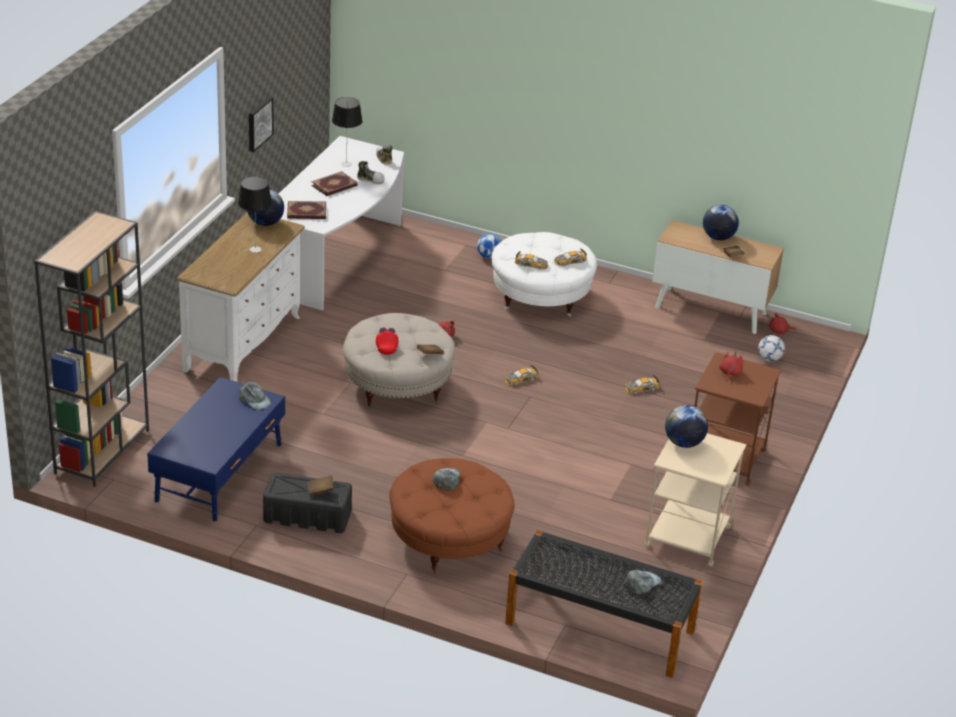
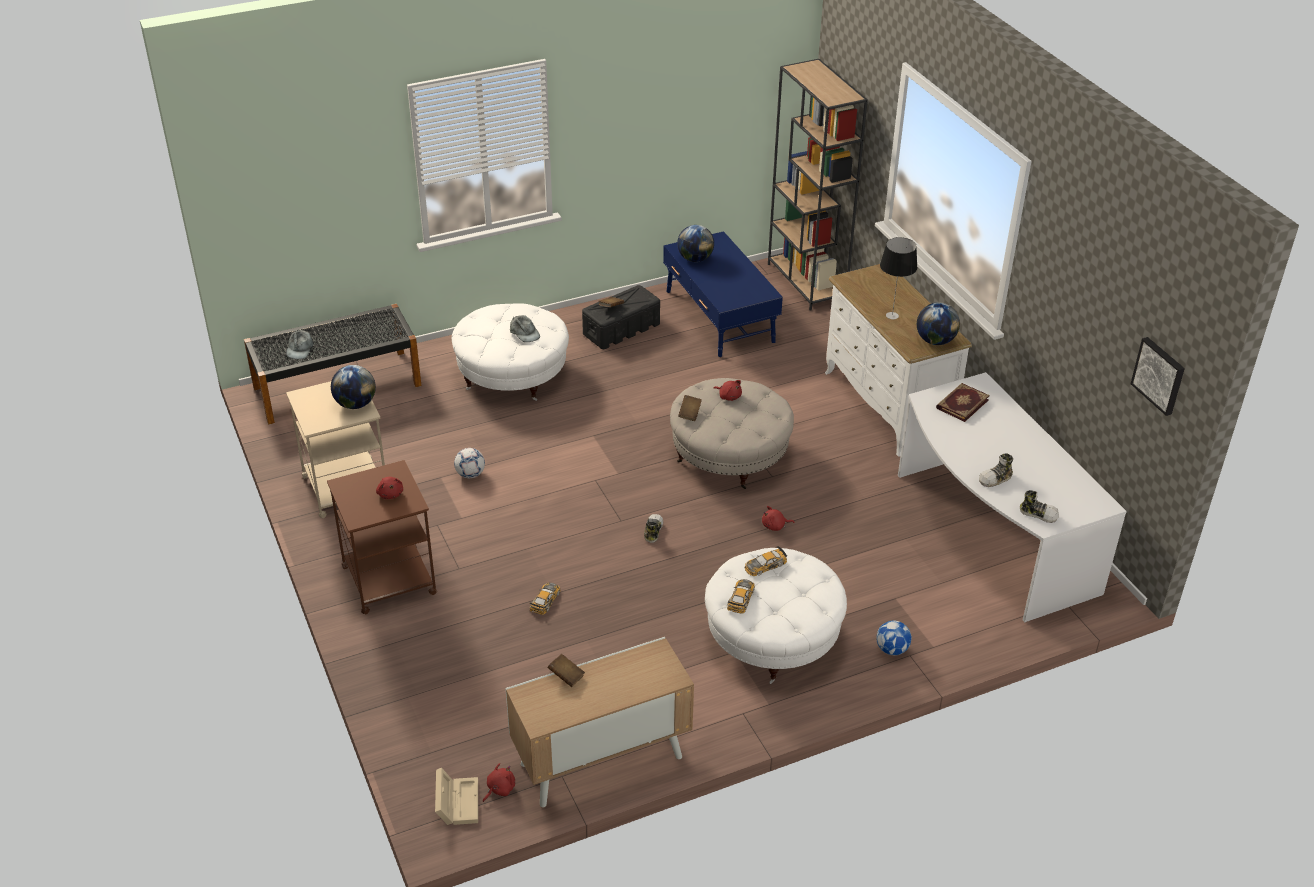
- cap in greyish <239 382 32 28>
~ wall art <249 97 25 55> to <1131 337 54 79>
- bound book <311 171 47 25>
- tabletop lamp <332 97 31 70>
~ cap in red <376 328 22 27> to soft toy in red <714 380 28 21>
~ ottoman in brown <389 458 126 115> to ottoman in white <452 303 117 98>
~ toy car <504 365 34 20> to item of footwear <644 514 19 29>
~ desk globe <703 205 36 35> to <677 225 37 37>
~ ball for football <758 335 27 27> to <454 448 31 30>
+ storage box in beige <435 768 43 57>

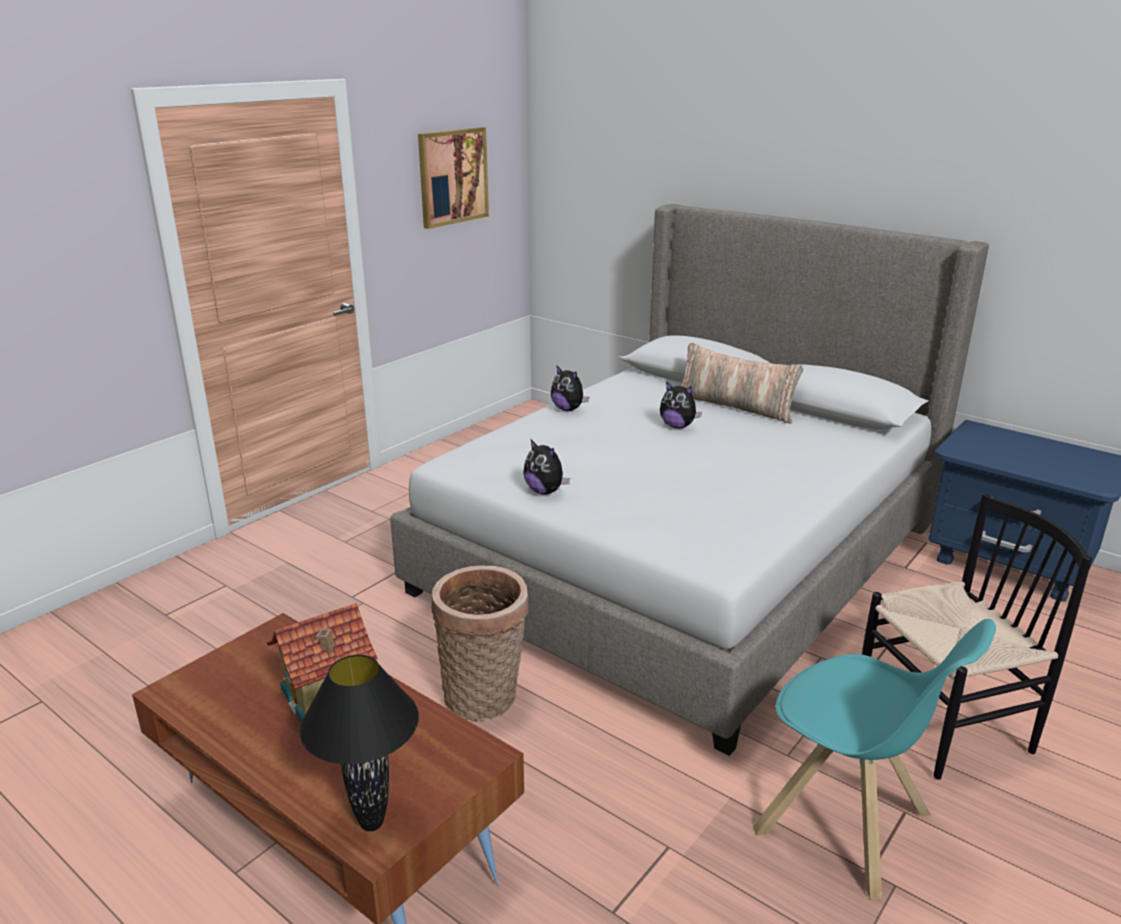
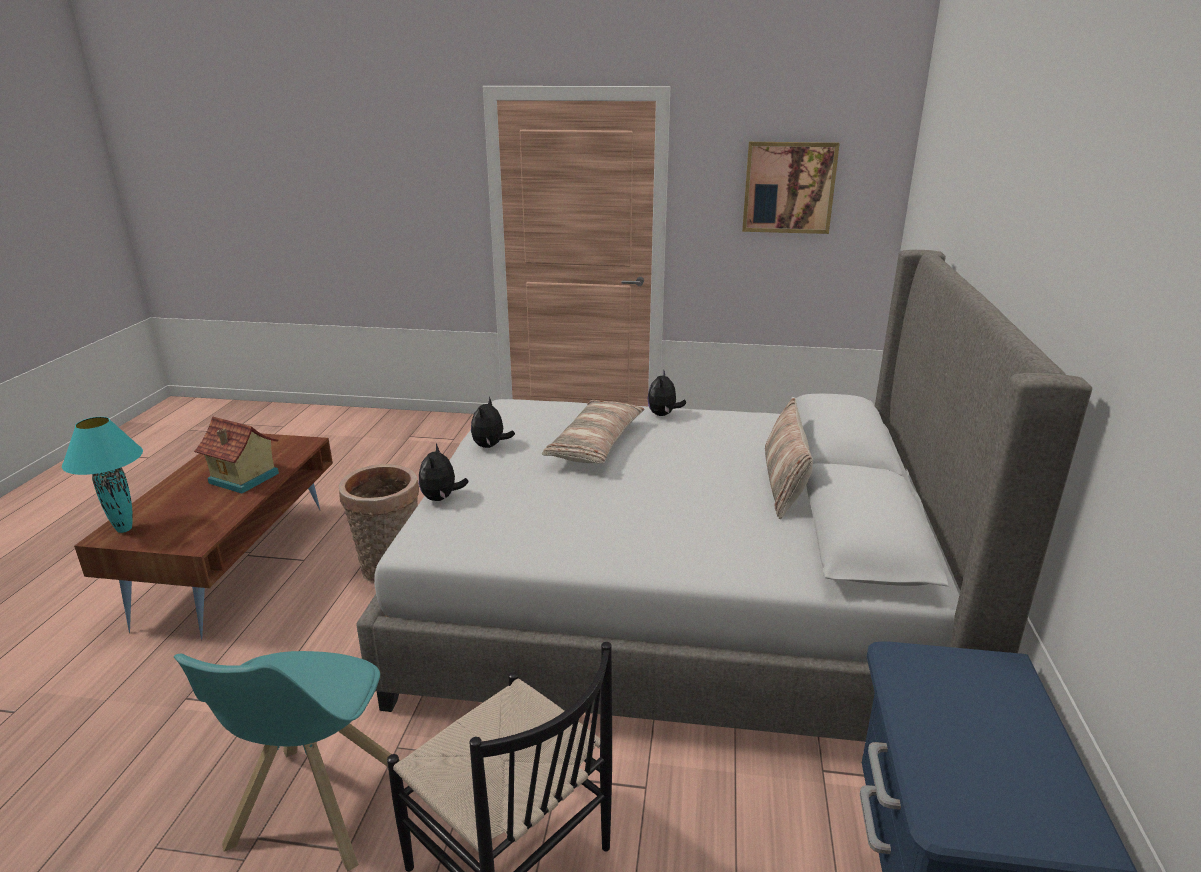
~ tabletop lamp in black <300 655 119 176> to tabletop lamp in turquoise <62 417 81 116>
~ soft toy <660 381 42 48> to <419 444 50 57>
+ pillow <542 400 102 64>

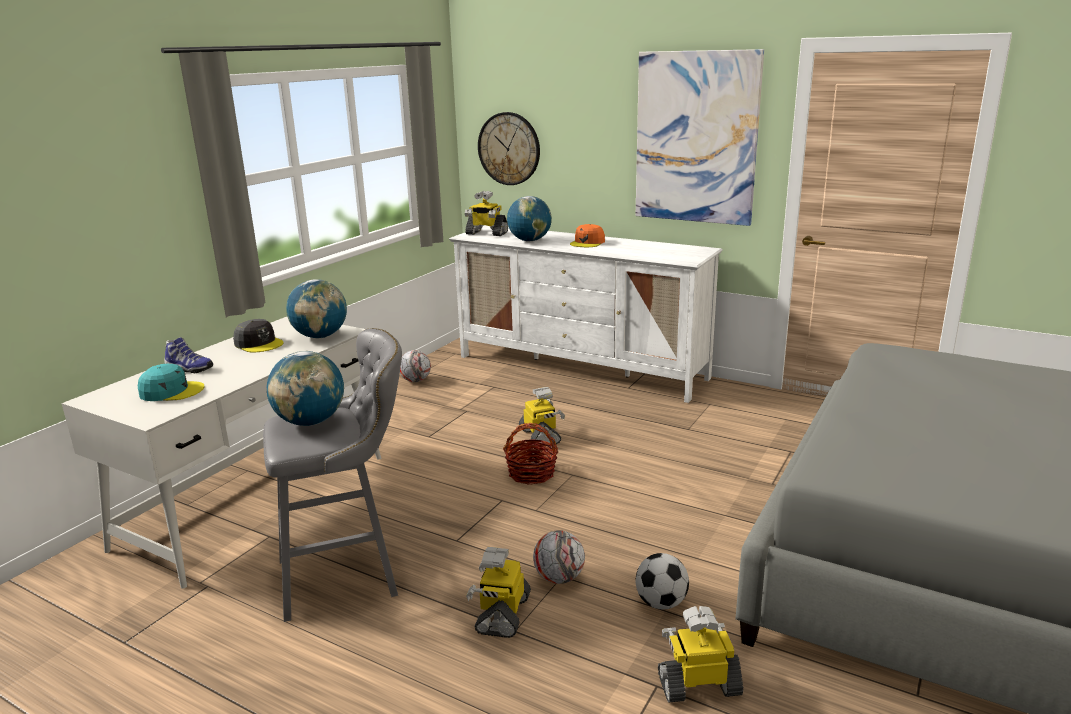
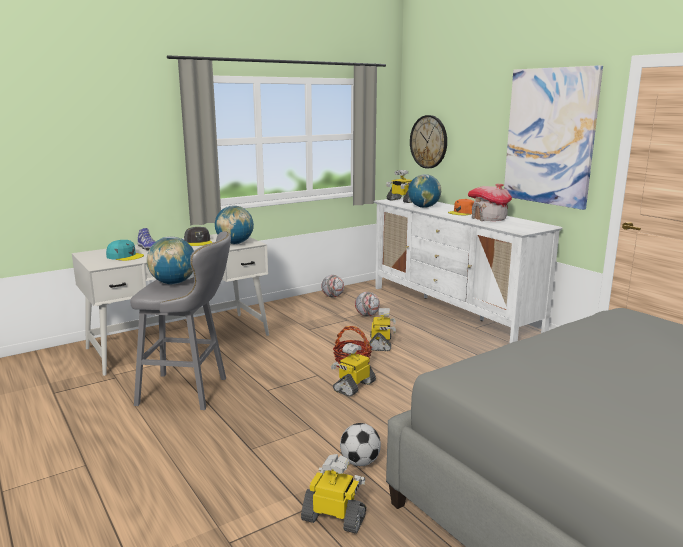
~ model robot <466 547 65 91> to <331 343 45 54>
~ ball for football <533 530 52 54> to <355 292 25 25>
+ miniature house <468 184 44 37>

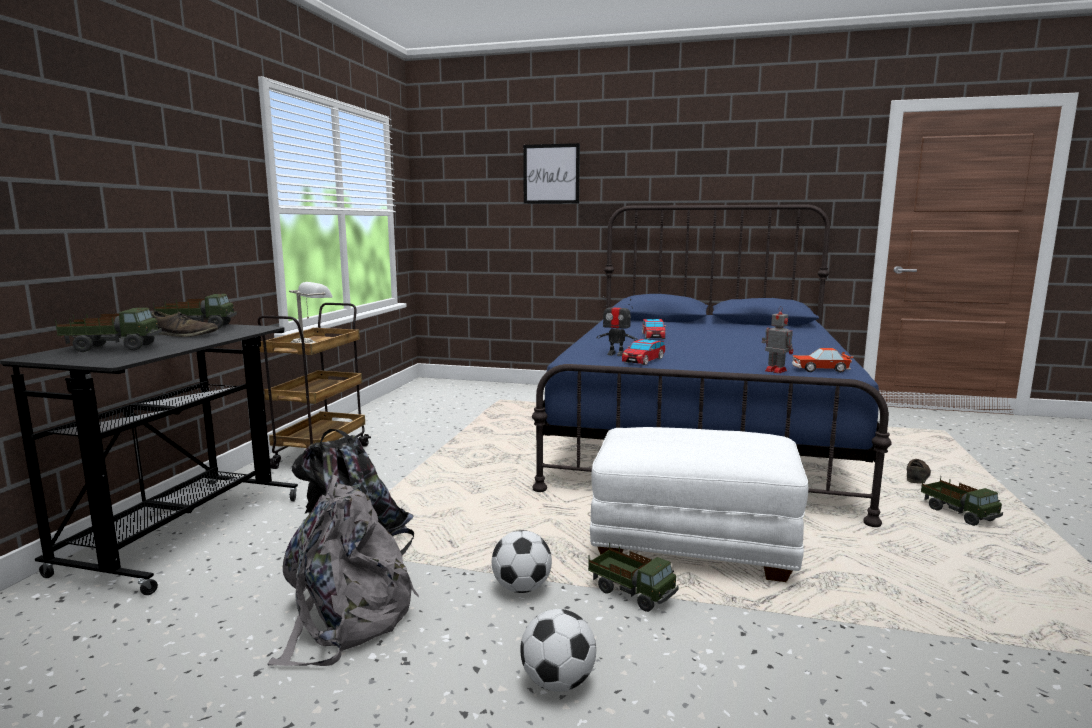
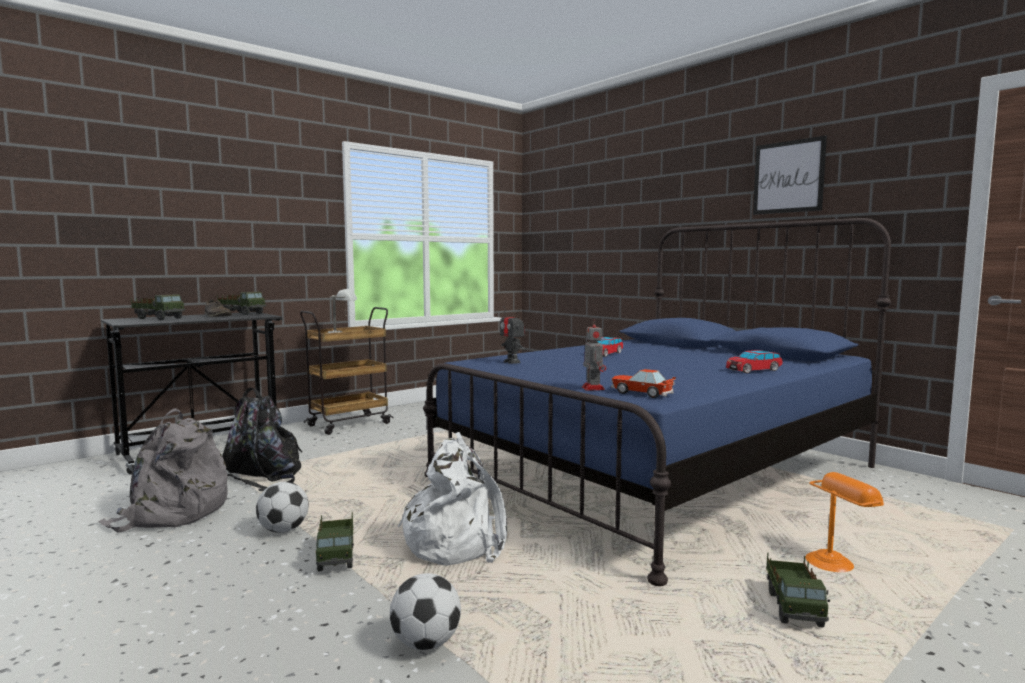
~ ball for football <520 609 76 83> to <390 573 71 77>
~ wall art <523 143 57 61> to <753 136 74 79>
~ ottoman in white <590 427 218 155> to backpack in white <398 432 109 134>
~ toy car <622 339 43 26> to <726 350 57 23>
~ item of footwear in brown <906 459 25 25> to tabletop lamp in orange-coloured <805 472 79 100>

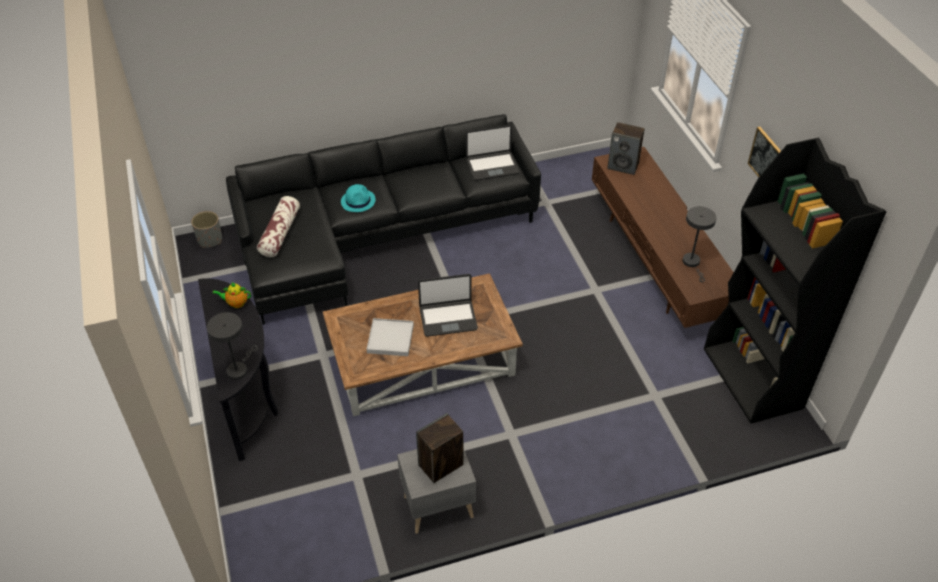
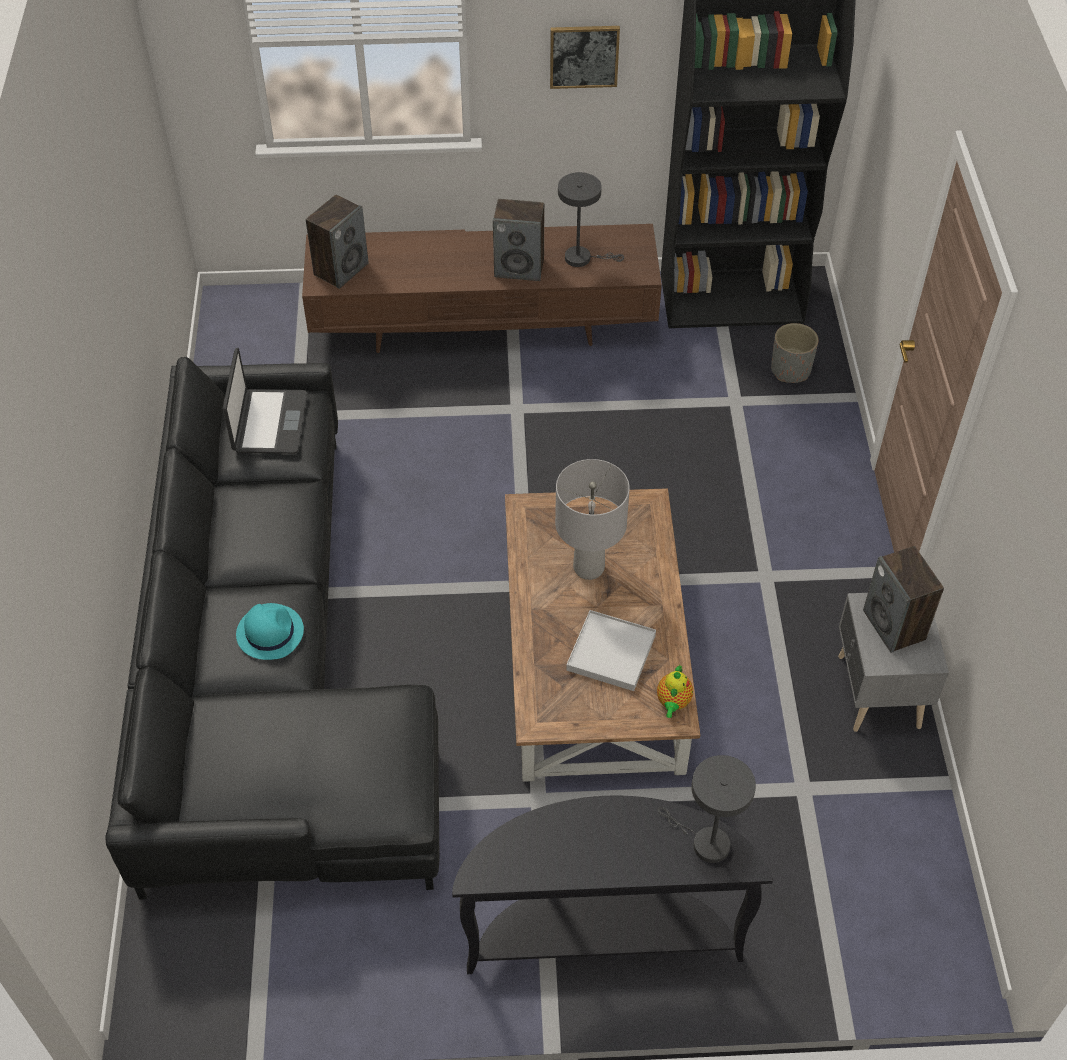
~ flower pot in greyish <191 211 31 37> to <771 323 48 60>
~ teapot <212 282 39 26> to <657 664 36 54>
- pillow <257 196 43 61>
~ notebook computer <418 274 60 63> to tabletop lamp in greyish <555 459 75 121>
+ speaker <493 199 51 82>

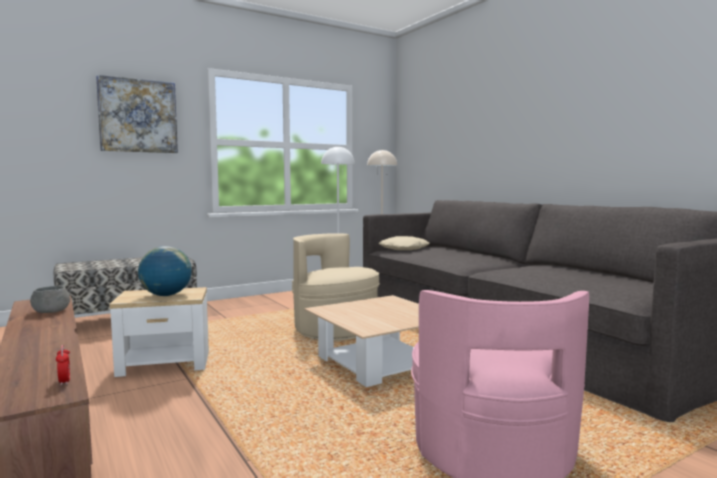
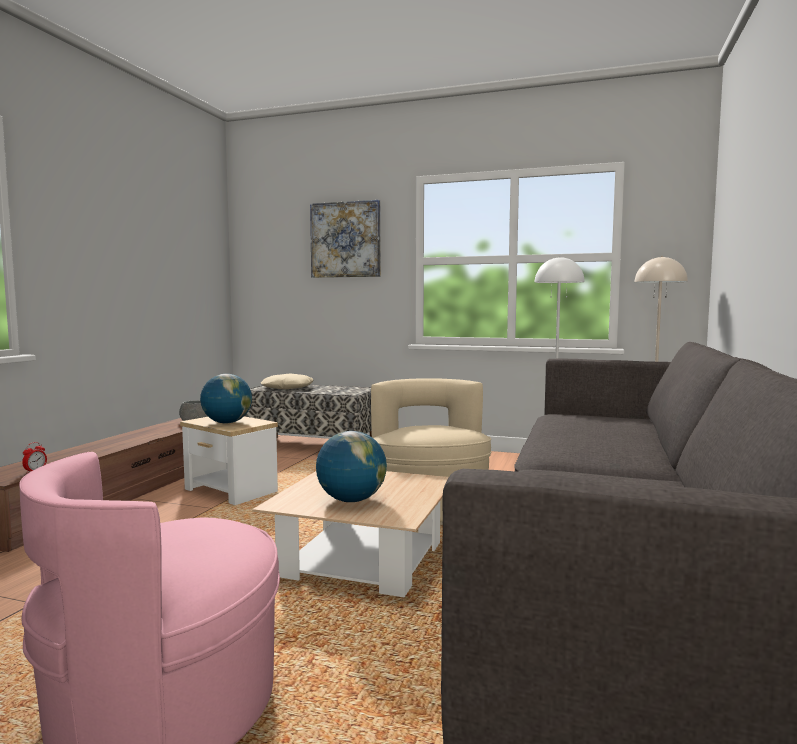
~ pillow in beige <379 236 50 14> to <261 373 53 16>
+ desk globe <316 431 71 71>

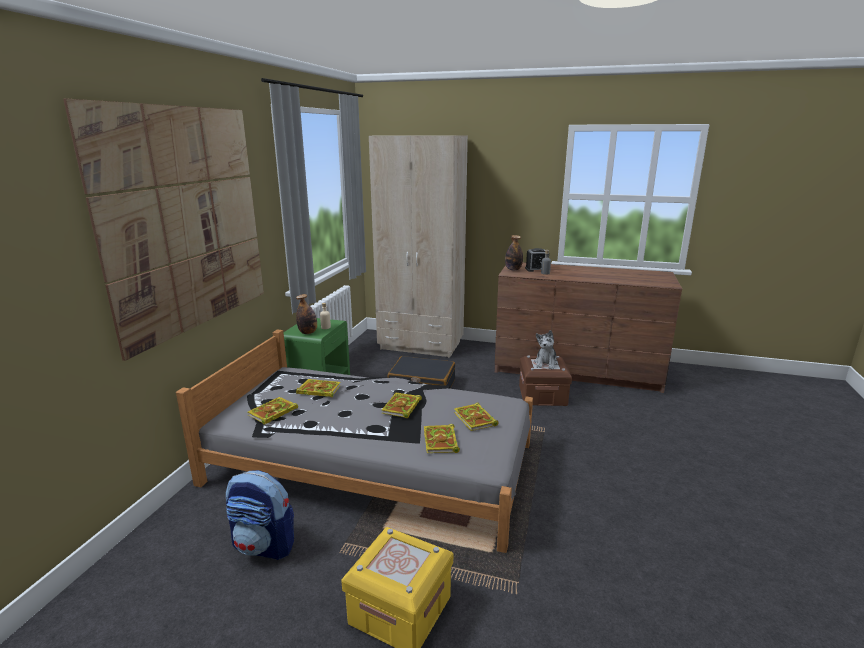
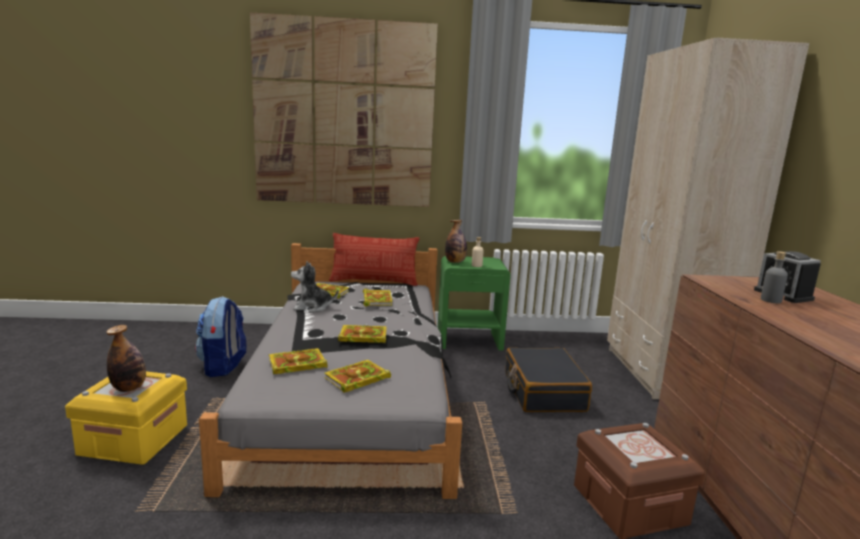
~ bottle <505 235 18 36> to <106 325 40 67>
~ soft toy <534 330 24 39> to <291 261 48 51>
+ pillow <329 233 90 53>

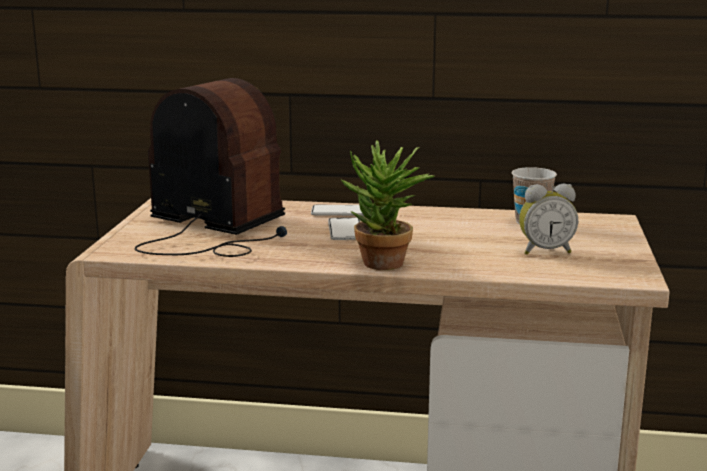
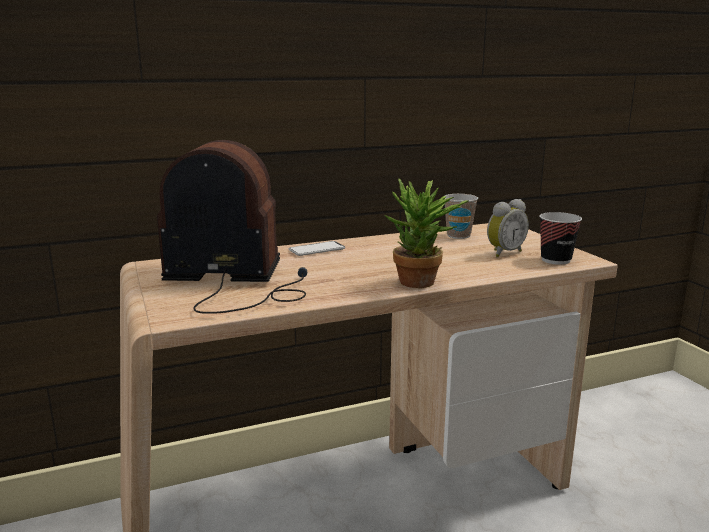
- handset <328 217 32 23>
+ small cup <539 212 43 53>

